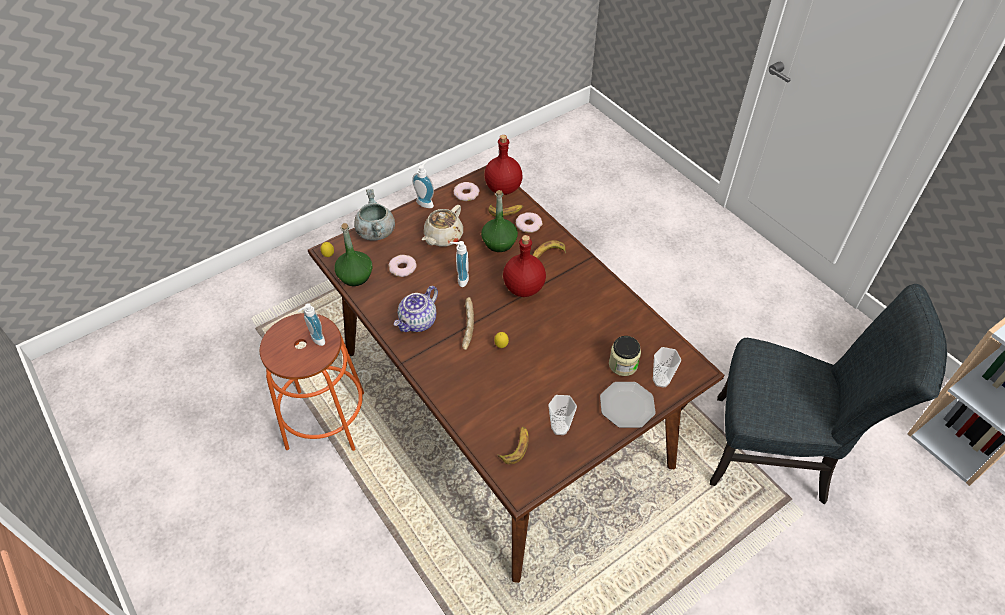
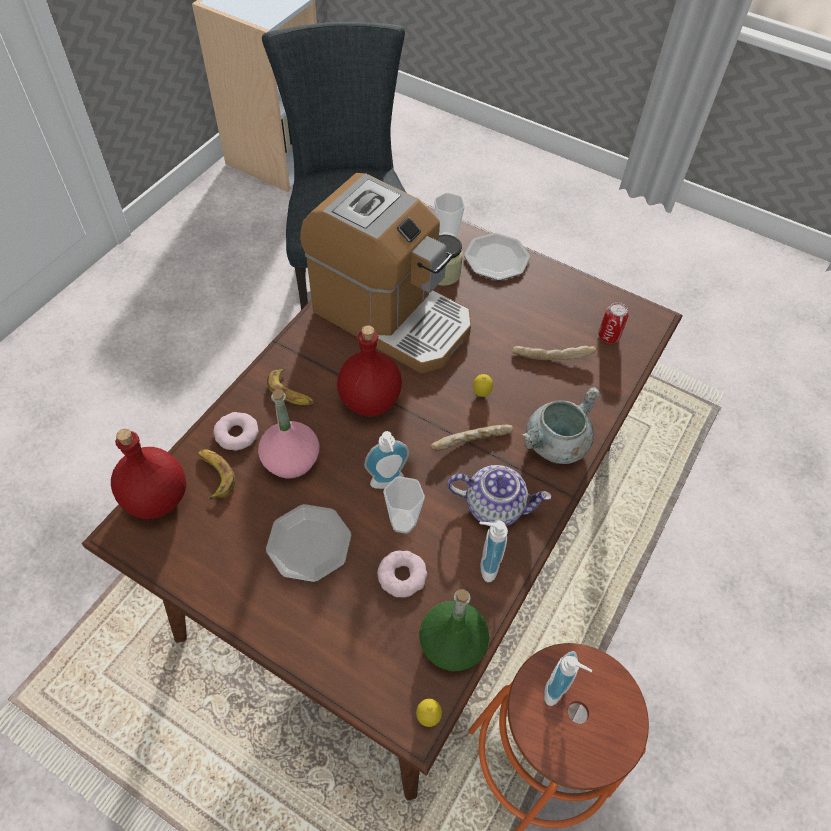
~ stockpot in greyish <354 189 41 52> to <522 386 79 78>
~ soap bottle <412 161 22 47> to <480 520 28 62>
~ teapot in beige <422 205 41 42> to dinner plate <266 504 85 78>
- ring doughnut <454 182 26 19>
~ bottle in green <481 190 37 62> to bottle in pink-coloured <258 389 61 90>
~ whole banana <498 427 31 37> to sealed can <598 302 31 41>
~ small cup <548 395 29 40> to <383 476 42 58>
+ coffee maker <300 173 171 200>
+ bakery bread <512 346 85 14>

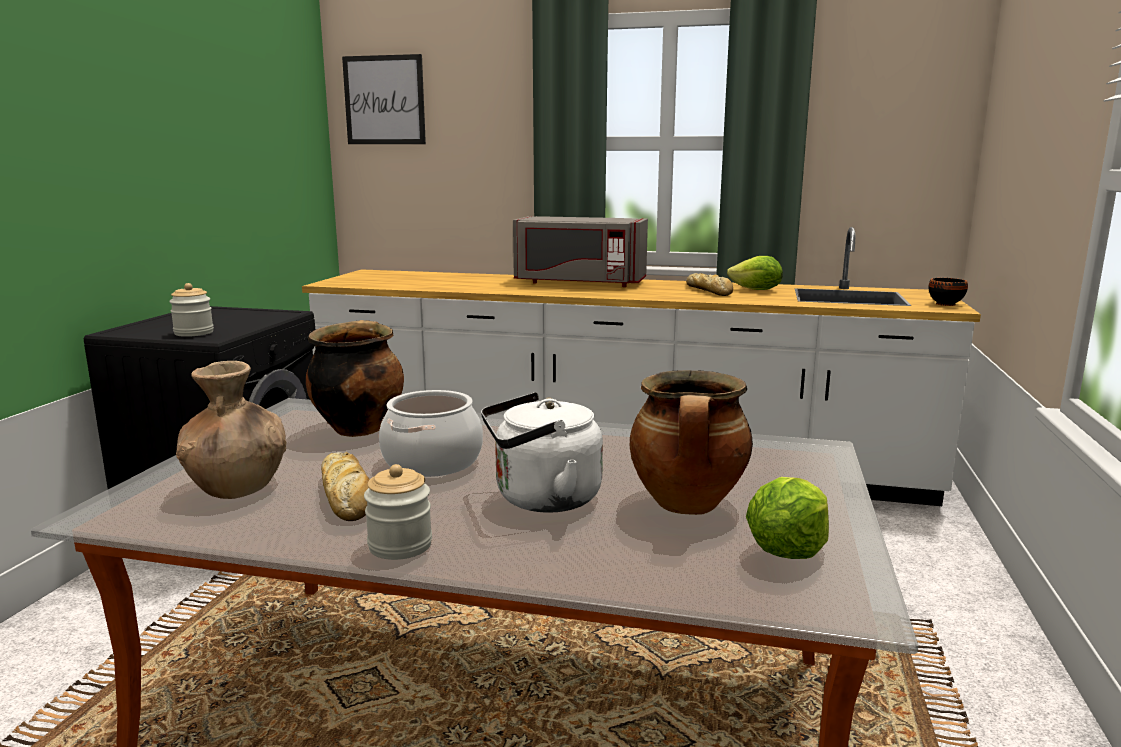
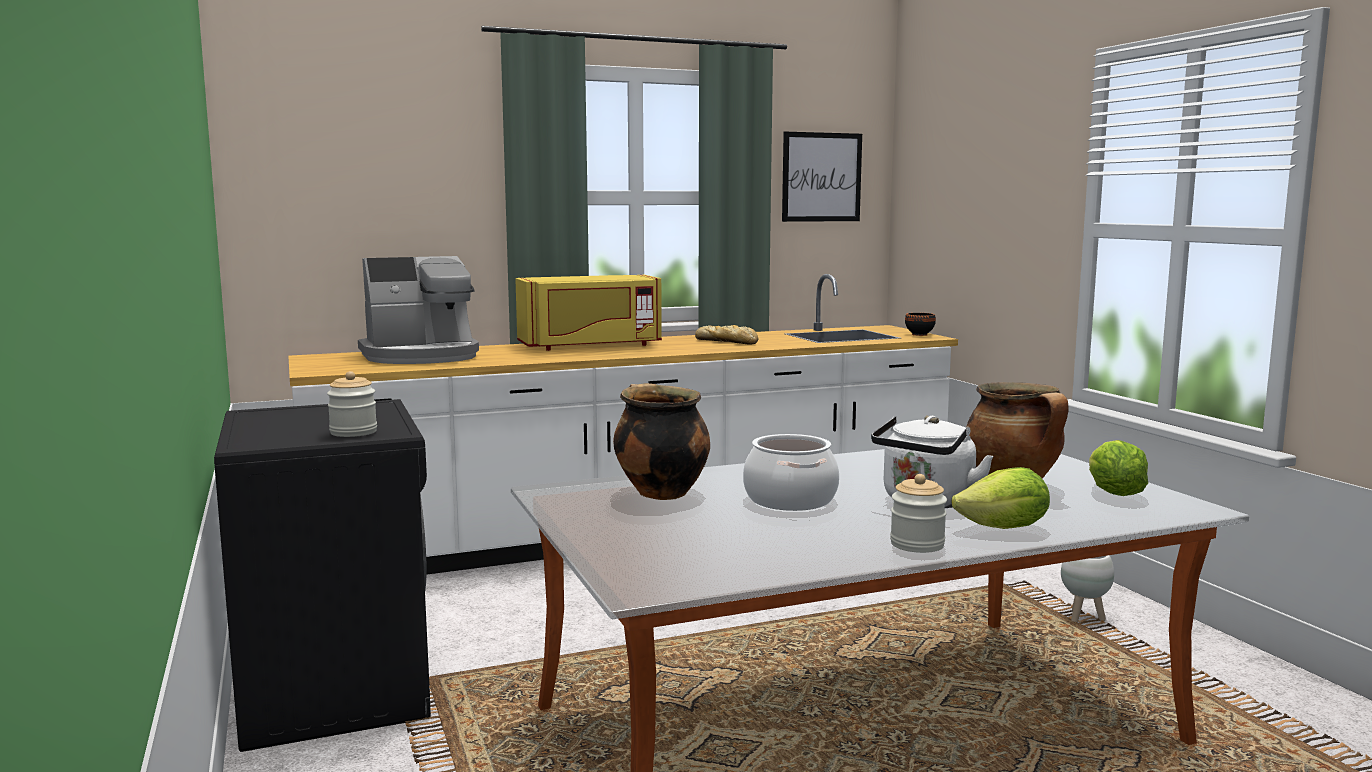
- vase in brown <176 361 110 138>
- bakery bread <321 452 49 69>
~ wall art <342 54 84 90> to <782 132 80 90>
~ kitchen microwave in greyish <513 216 135 71> to kitchen microwave in yellow <515 275 147 76>
~ head of lettuce <727 256 56 34> to <952 467 98 62>
+ coffee maker <358 256 121 108>
+ flower pot in white <1061 555 53 67>

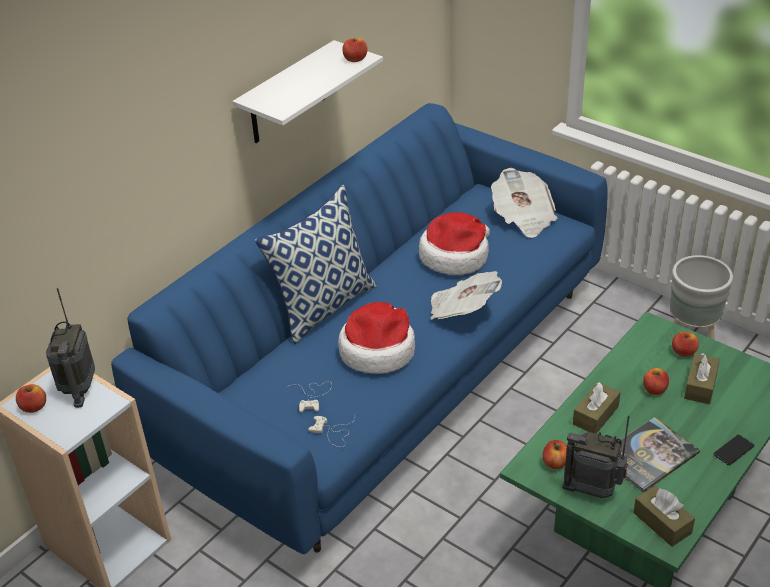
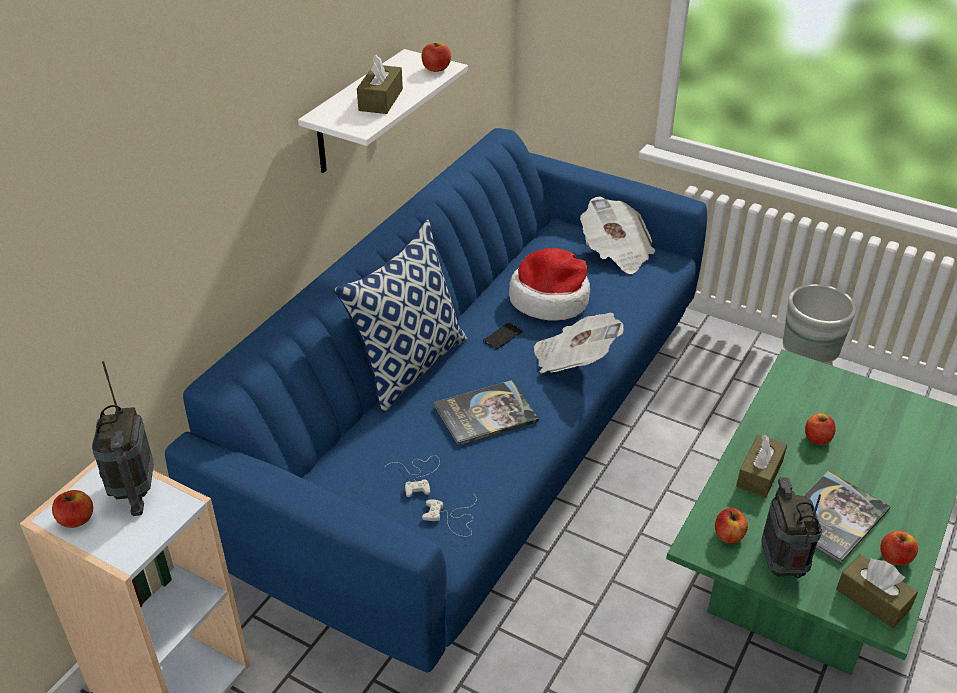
~ clothing hat <338 302 77 72> to bound book <433 380 106 66>
~ radio receiver <562 415 68 83> = <761 477 61 101> 75 degrees clockwise
~ apple <672 332 27 25> to <880 531 38 35>
~ box of tissues in brown <684 353 36 52> to <357 54 46 60>
~ handset <714 435 40 30> to <483 323 40 26>

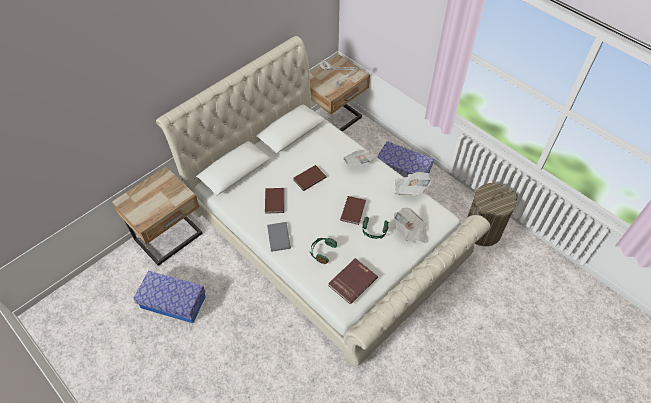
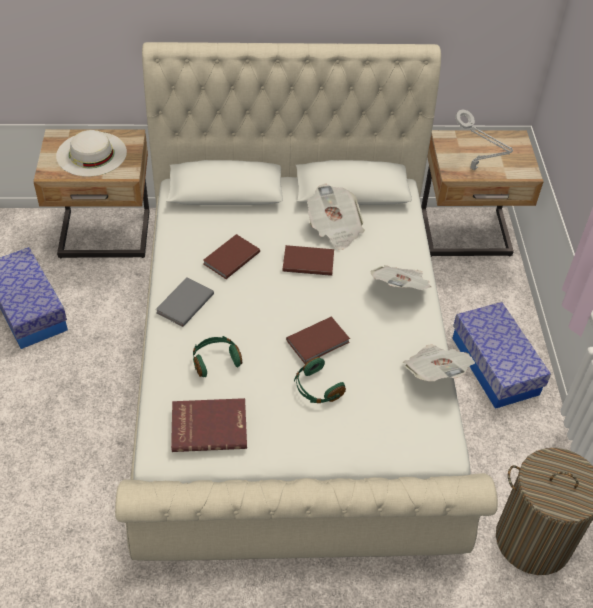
~ printed paper <394 208 34 35> to <307 184 58 66>
+ clothing hat in white <56 130 71 47>

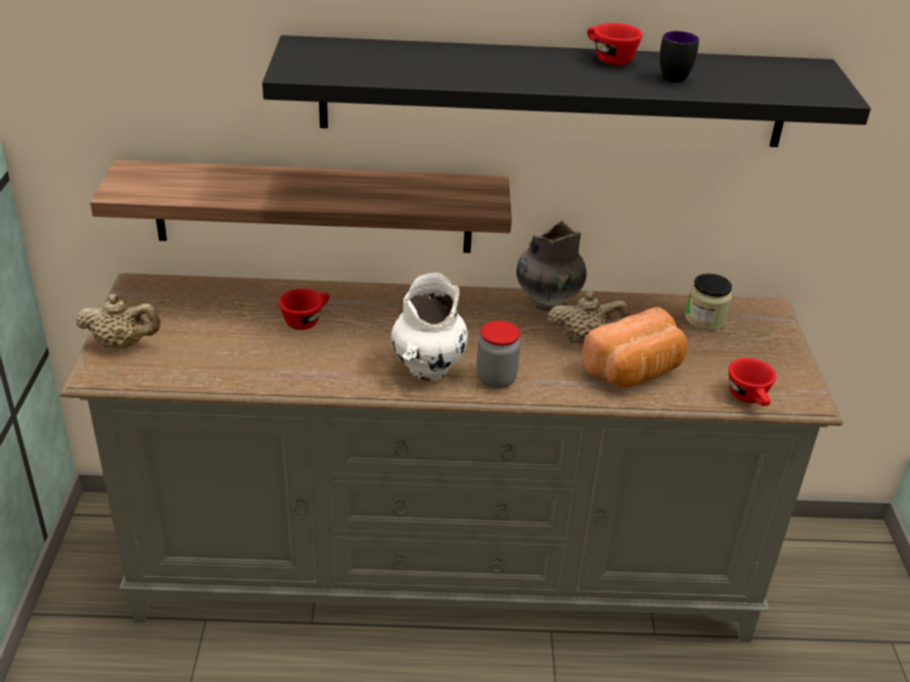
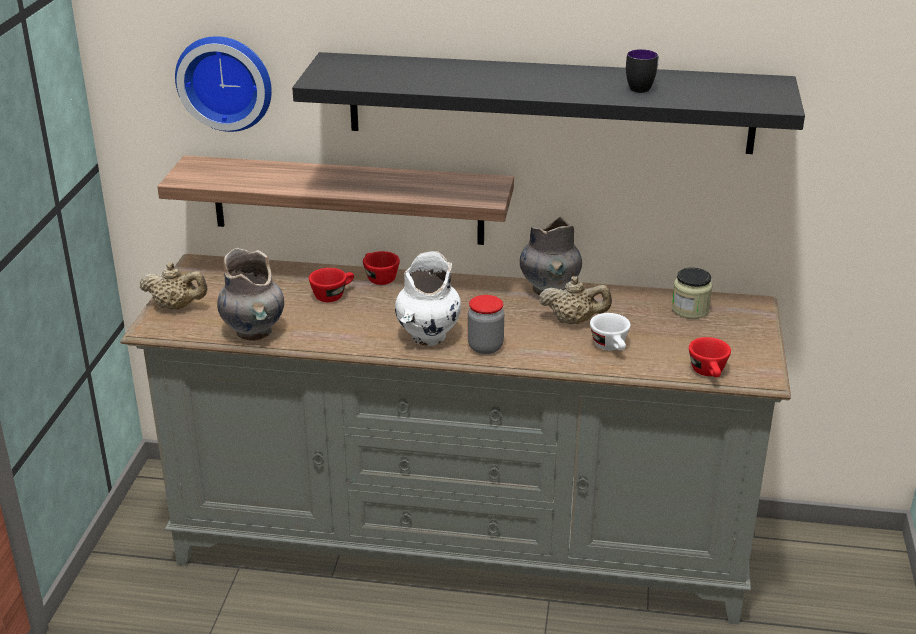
~ bakery bread <581 307 107 80> to small cup in white <590 313 41 37>
~ small cup in red <587 23 55 42> to <363 251 37 34>
+ wall clock <175 36 97 96>
+ vase in greyish <217 248 67 93>

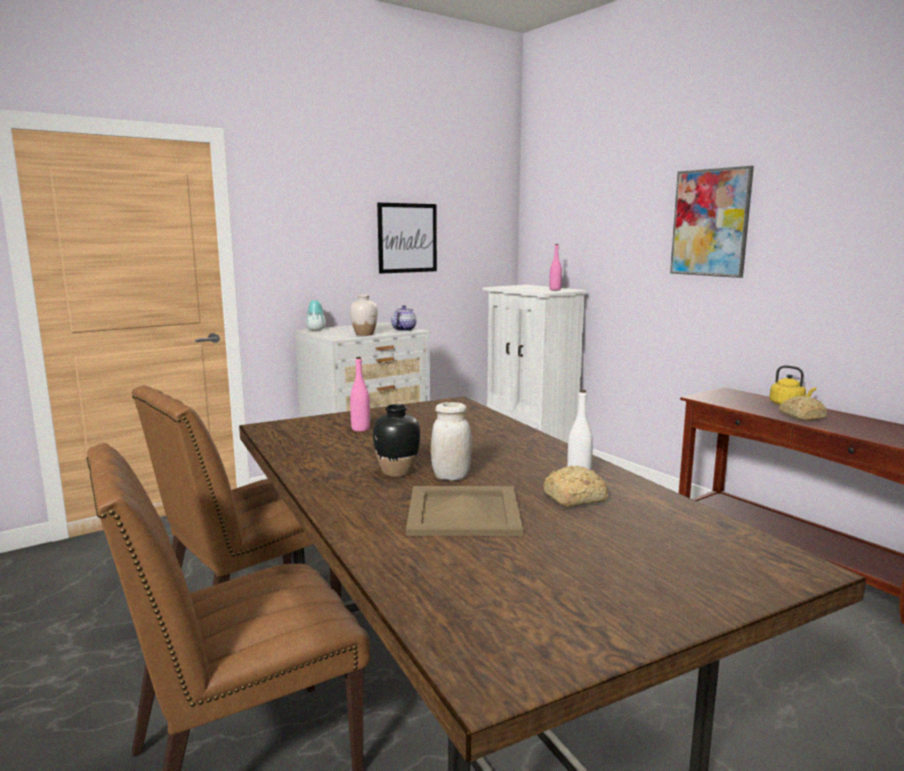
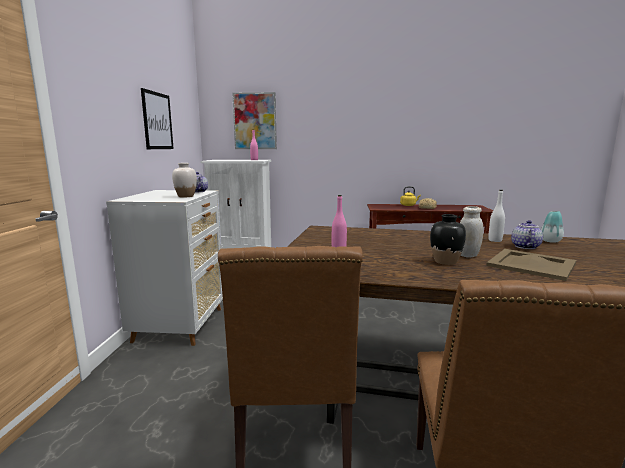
~ vase <306 301 20 29> to <541 211 23 32>
~ bakery bread <543 466 65 41> to teapot <511 220 32 29>
~ wall art <670 166 84 112> to <232 92 45 57>

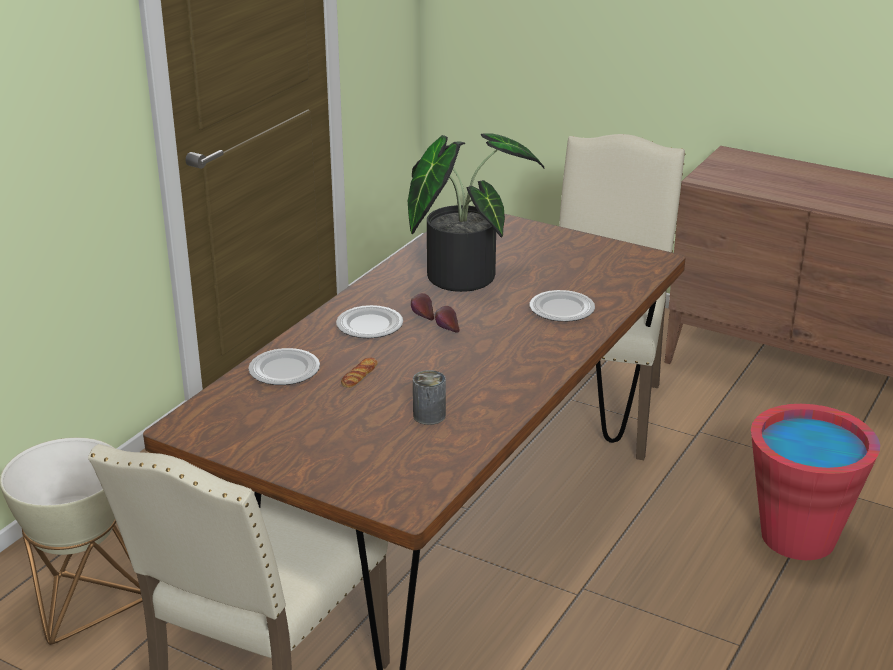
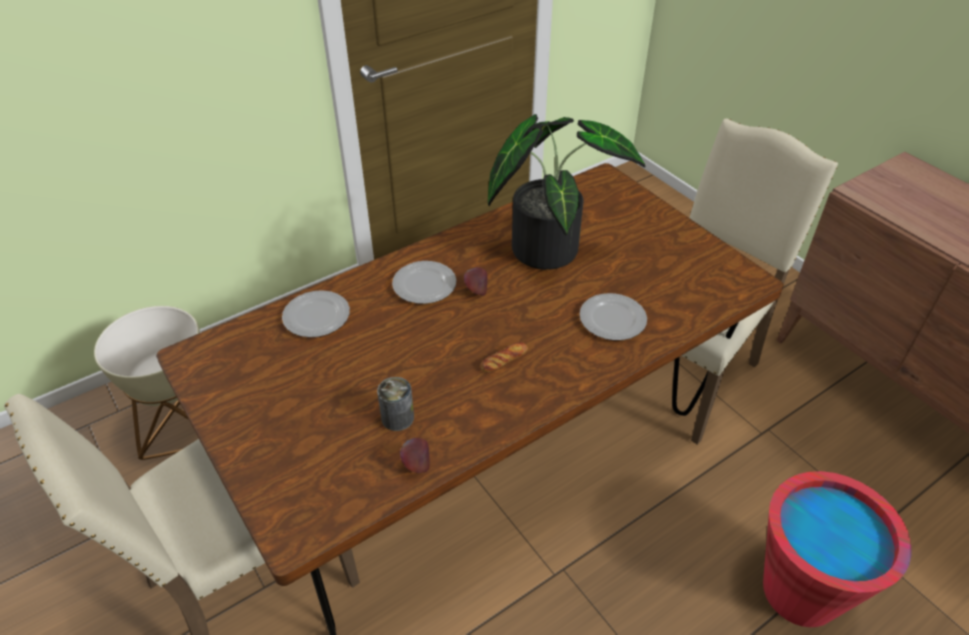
~ bakery bread <341 358 36 30> to <481 342 47 30>
~ apple <435 306 25 27> to <400 438 30 35>

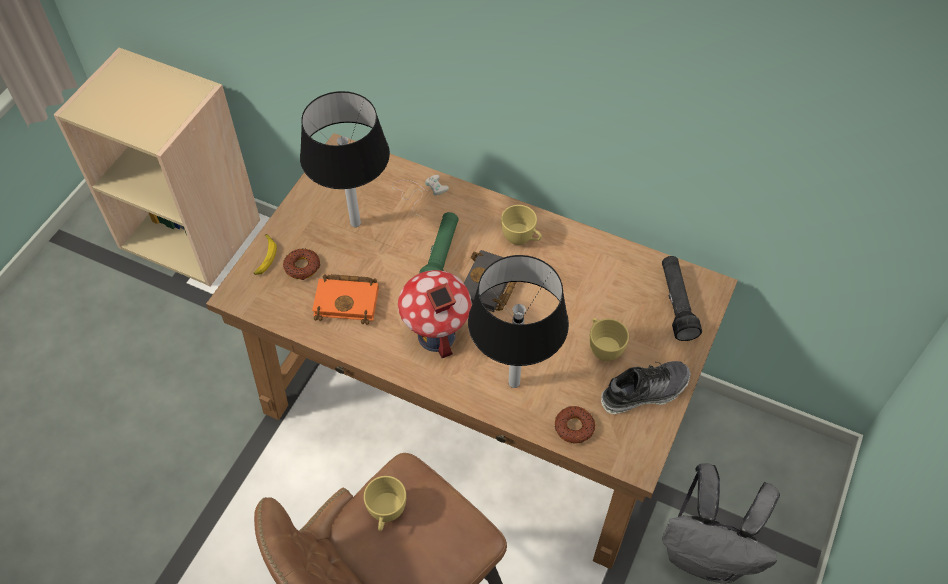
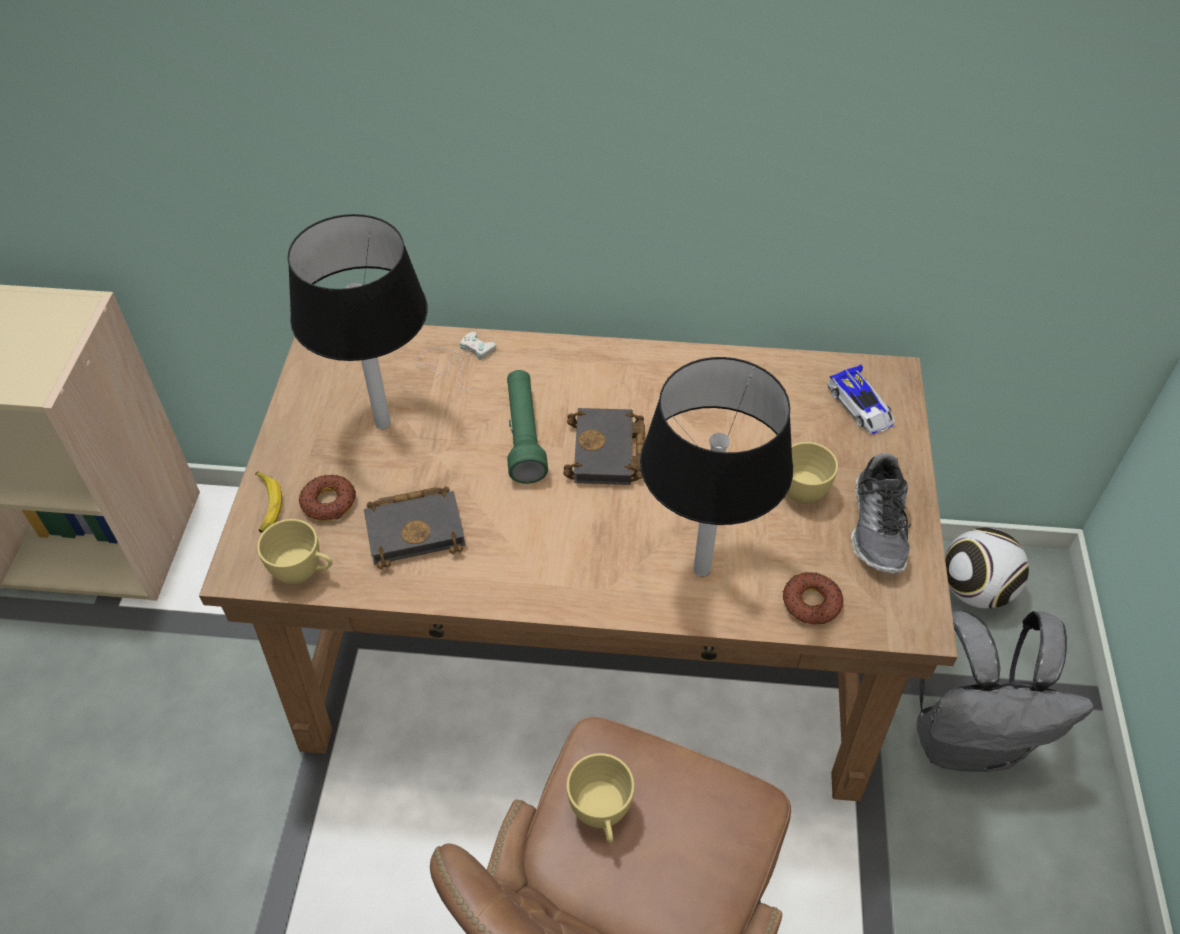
~ bound book in orange-coloured <312 274 67 51> to bound book in black <364 486 101 83>
- miniature house <398 270 74 88>
~ small cup in yellow <501 205 41 40> to <257 519 76 65>
~ item of footwear <601 361 90 53> = <851 453 60 121> 135 degrees clockwise
~ hand torch in black <662 256 40 85> to toy car <827 365 68 69>
+ ball for football <945 528 84 81>

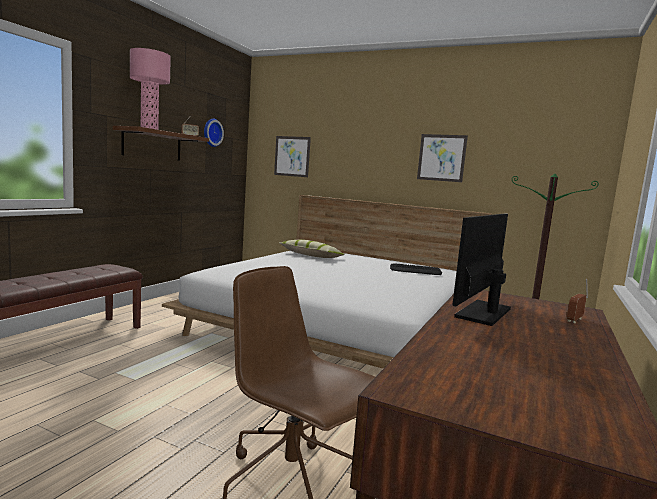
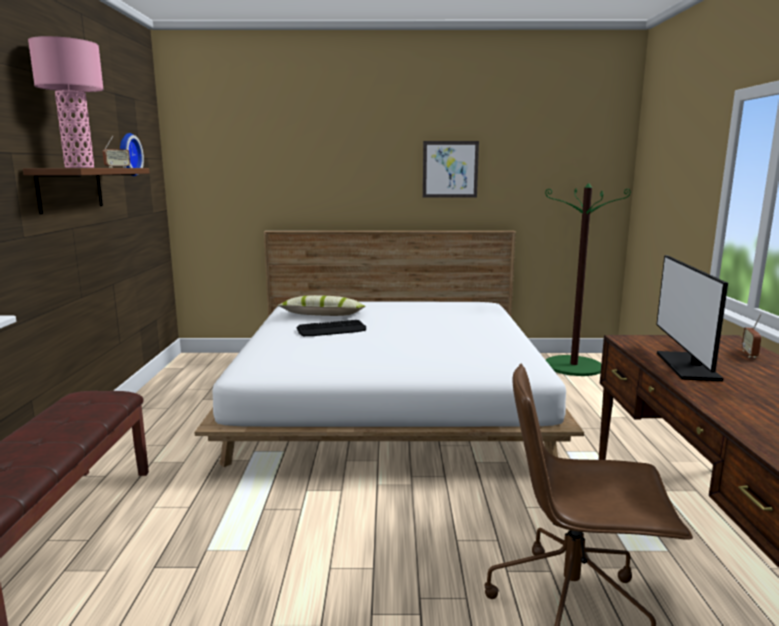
- wall art <274 136 37 41>
~ PC keyboard <390 263 52 12> to <296 320 70 16>

